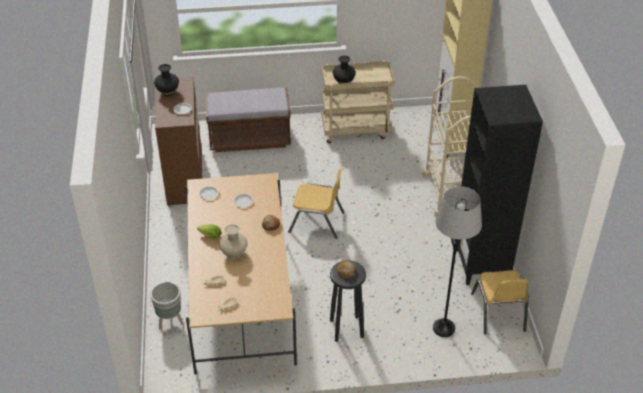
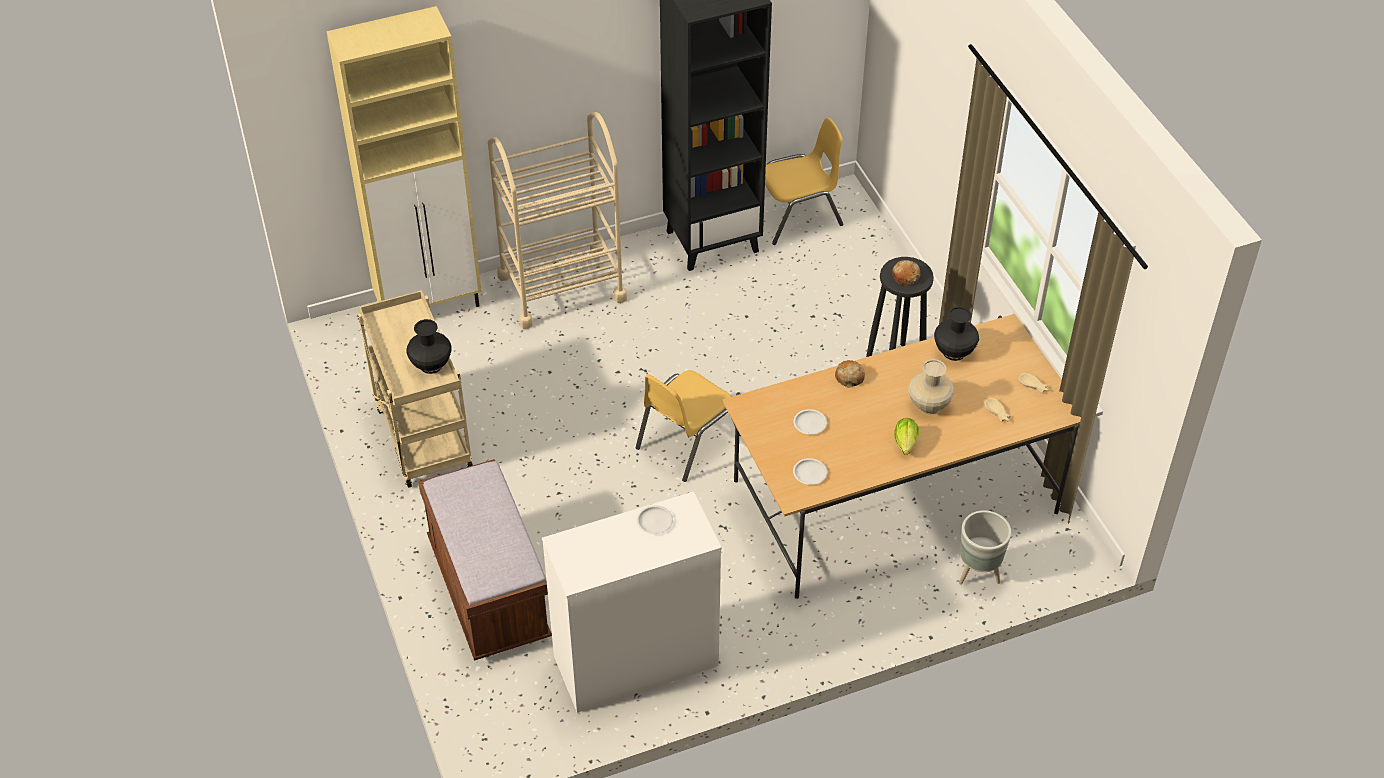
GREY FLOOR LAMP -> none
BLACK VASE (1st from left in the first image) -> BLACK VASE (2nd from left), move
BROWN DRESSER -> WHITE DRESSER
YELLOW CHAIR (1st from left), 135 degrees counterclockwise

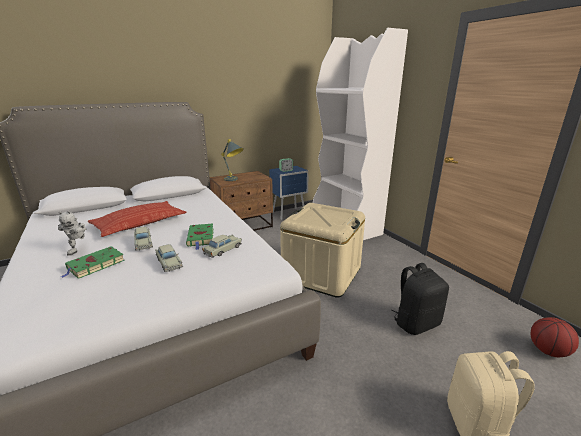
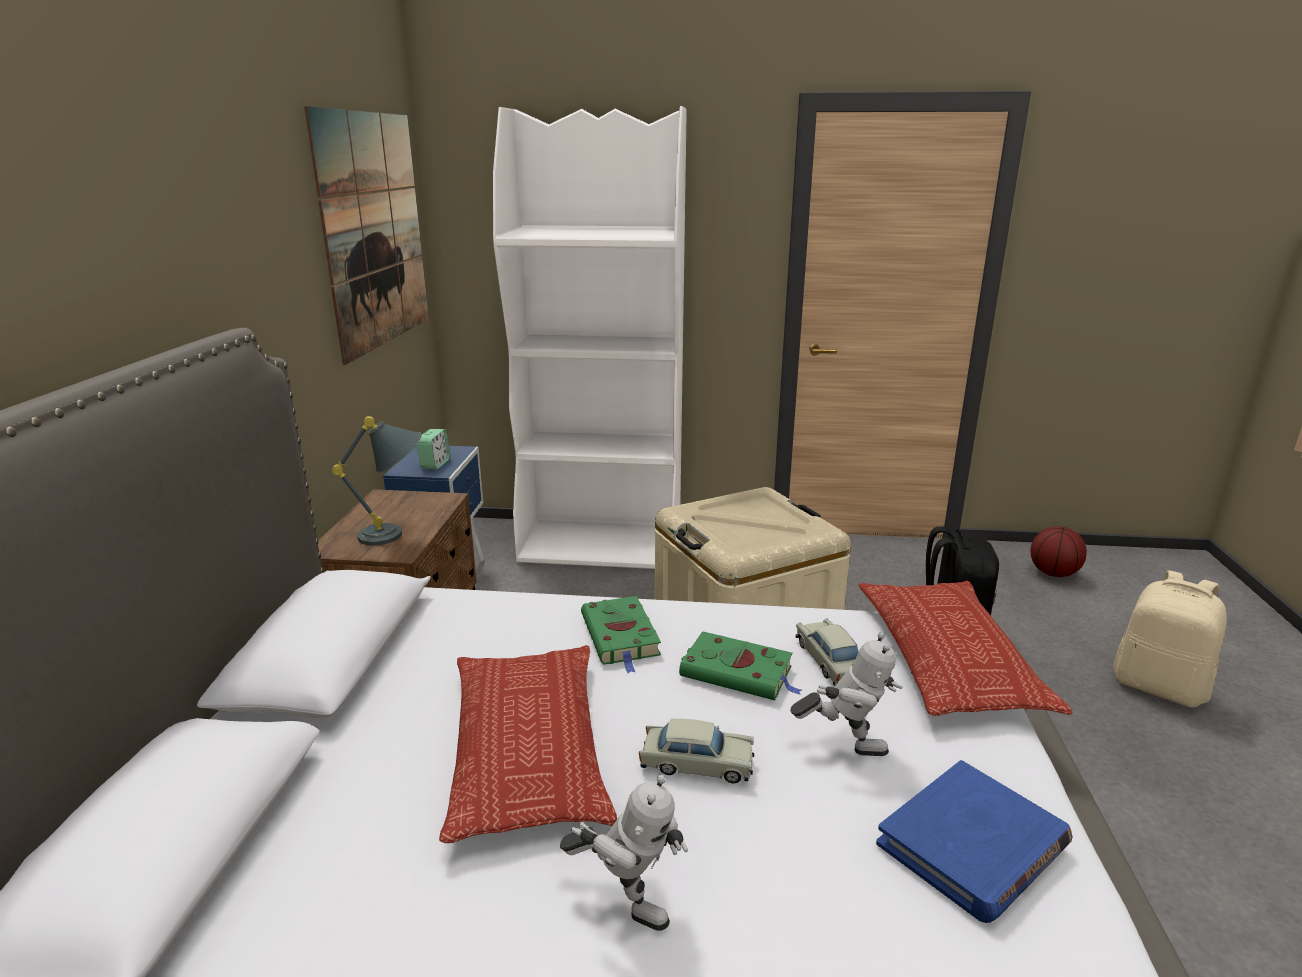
none -> PICTURE
none -> PILLOW (2nd from left)
none -> BLUE BOOK
GREEN BOOK (1st from left), move
BEIGE TOY CAR (2nd from left) -> TOY ROBOT (2nd from left)

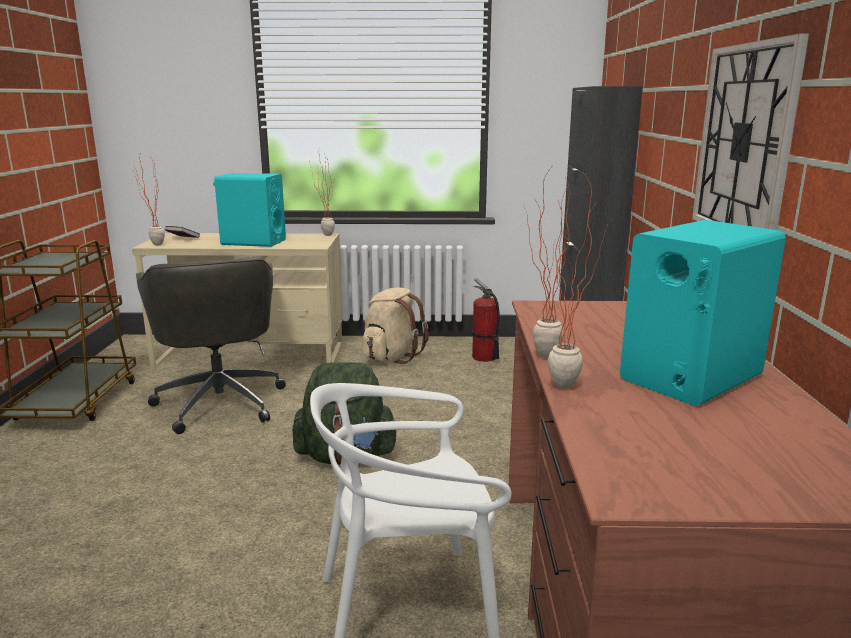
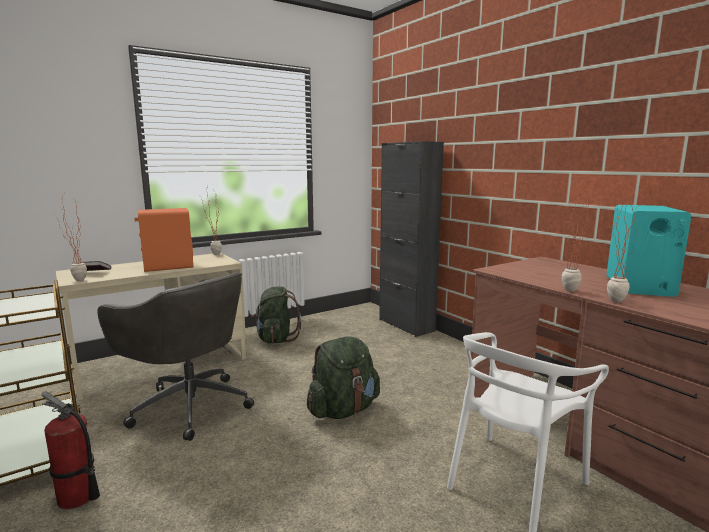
WALL CLOCK -> none
FIRE EXTINGUISHER, move
TURQUOISE SPEAKER (1st from left) -> ORANGE SPEAKER
BEIGE BACKPACK -> GREEN BACKPACK (1st from left)

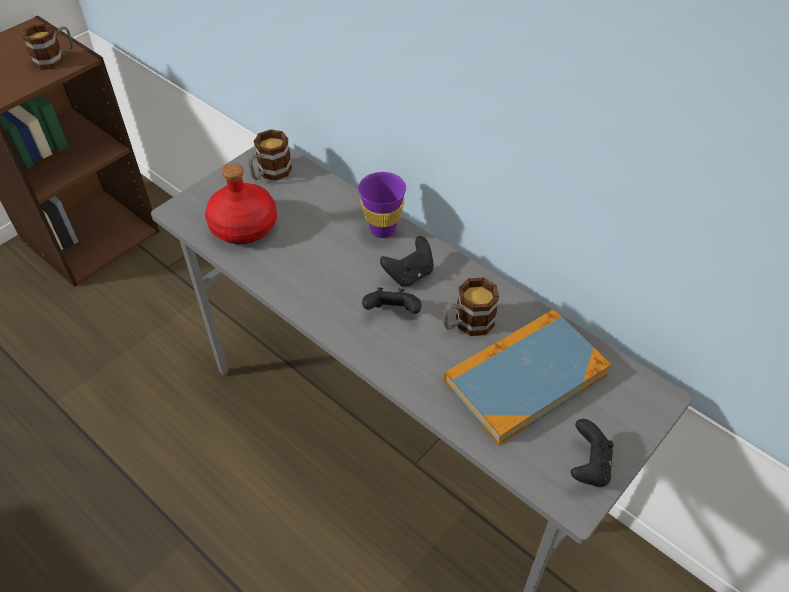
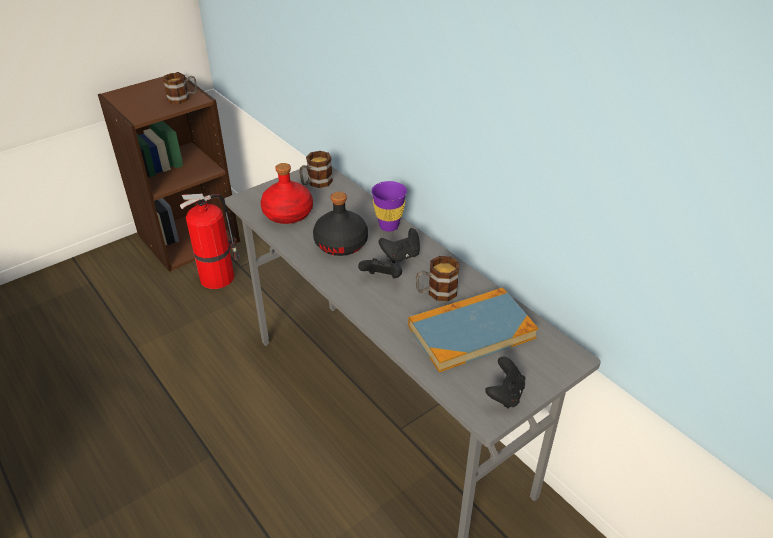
none -> FIRE EXTINGUISHER
none -> BLACK BOTTLE

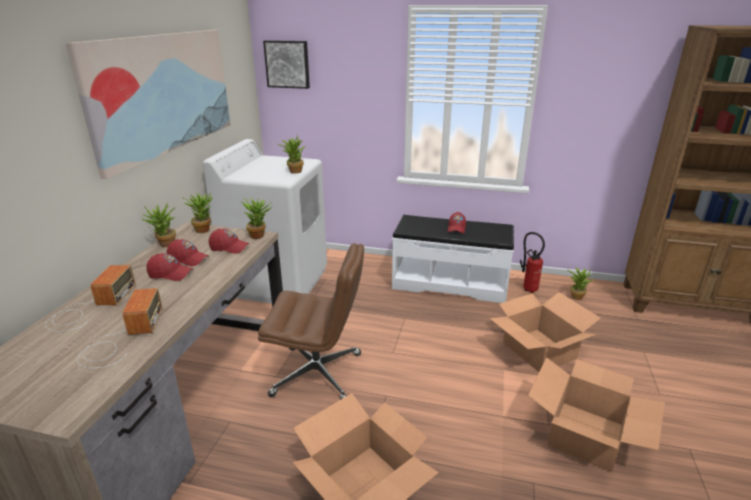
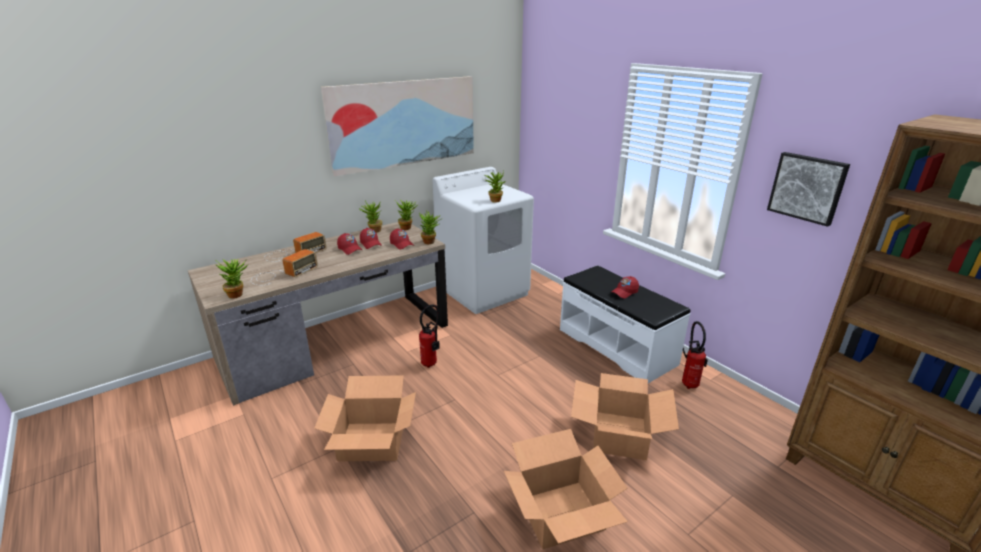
PICTURE (2nd from left), move
POTTED PLANT (5th from left in the first image) -> POTTED PLANT (1st from left), move
BROWN OFFICE CHAIR -> FIRE EXTINGUISHER (1st from left)

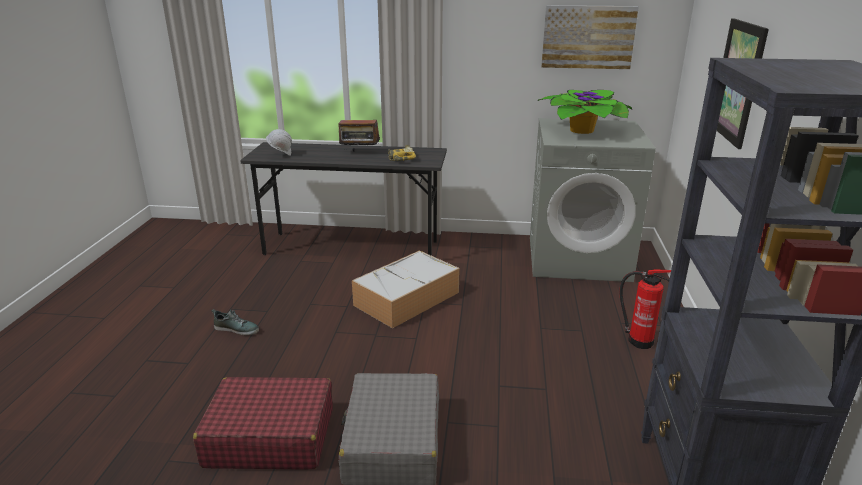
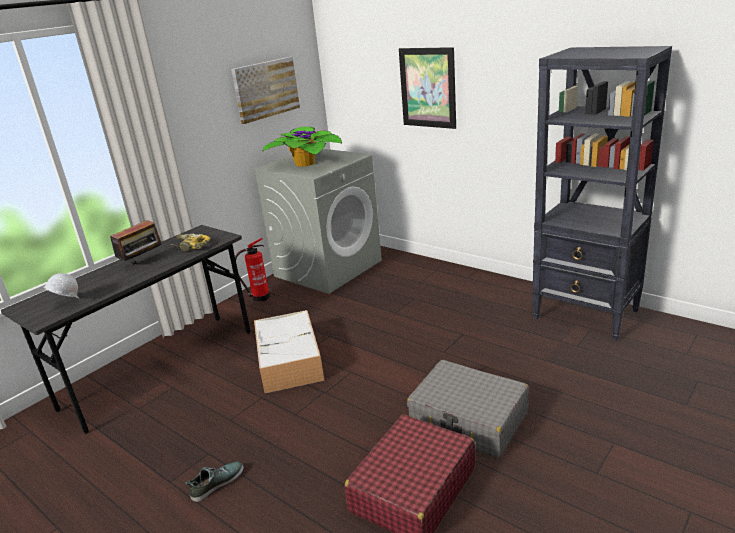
FIRE EXTINGUISHER, move

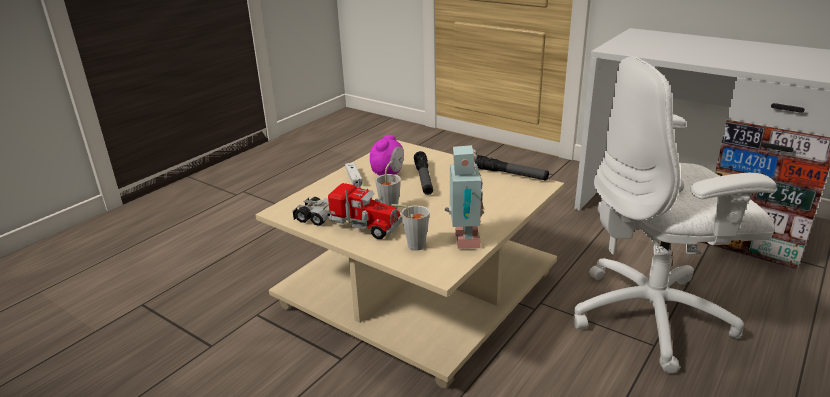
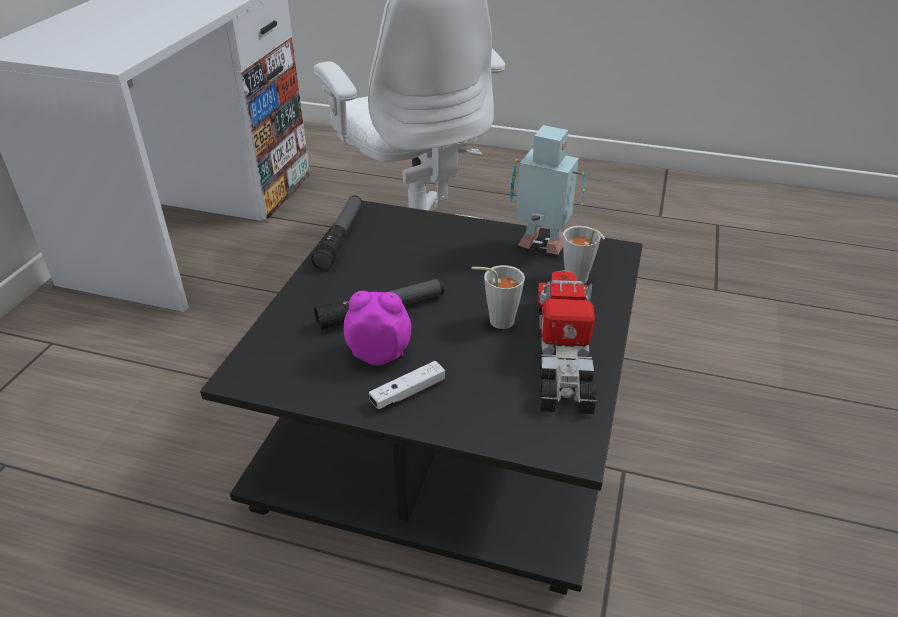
BEIGE COFFEE TABLE -> BLACK COFFEE TABLE
TOY ROBOT, 45 degrees clockwise

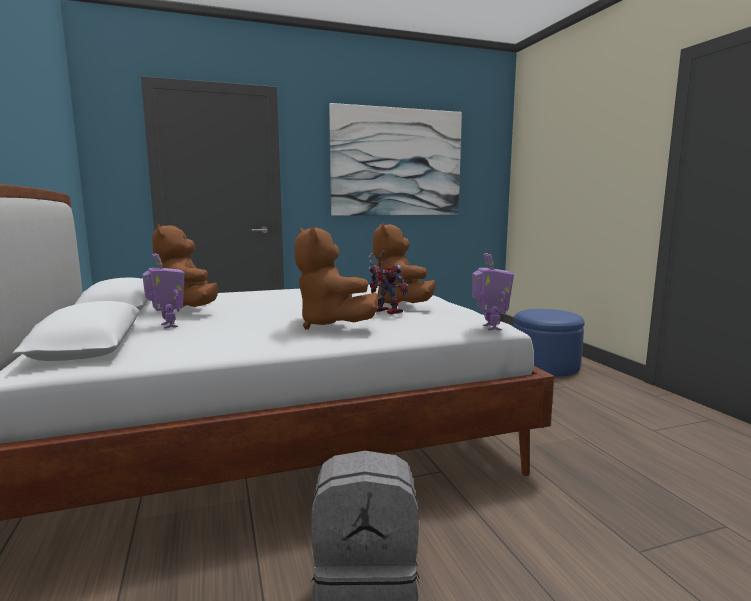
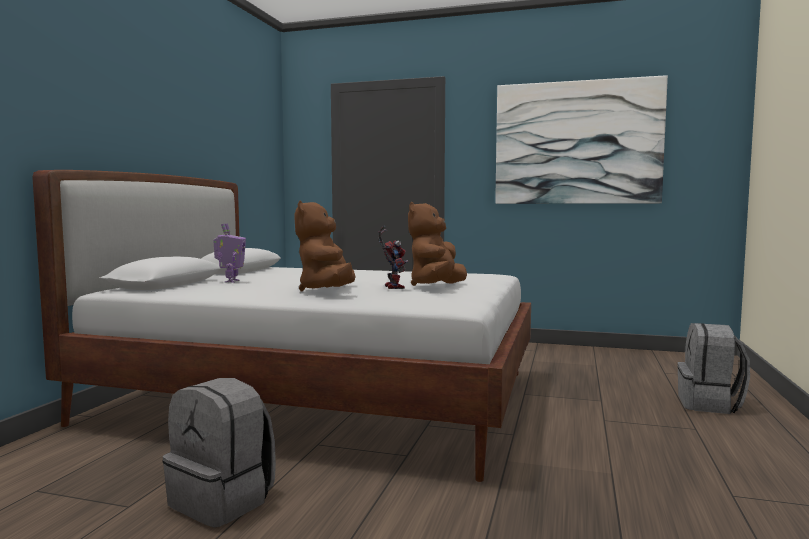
BROWN PLUSH TOY (1st from left) -> none
TOY ROBOT (3rd from left) -> none
BLUE OTTOMAN -> GREY BACKPACK (2nd from left)

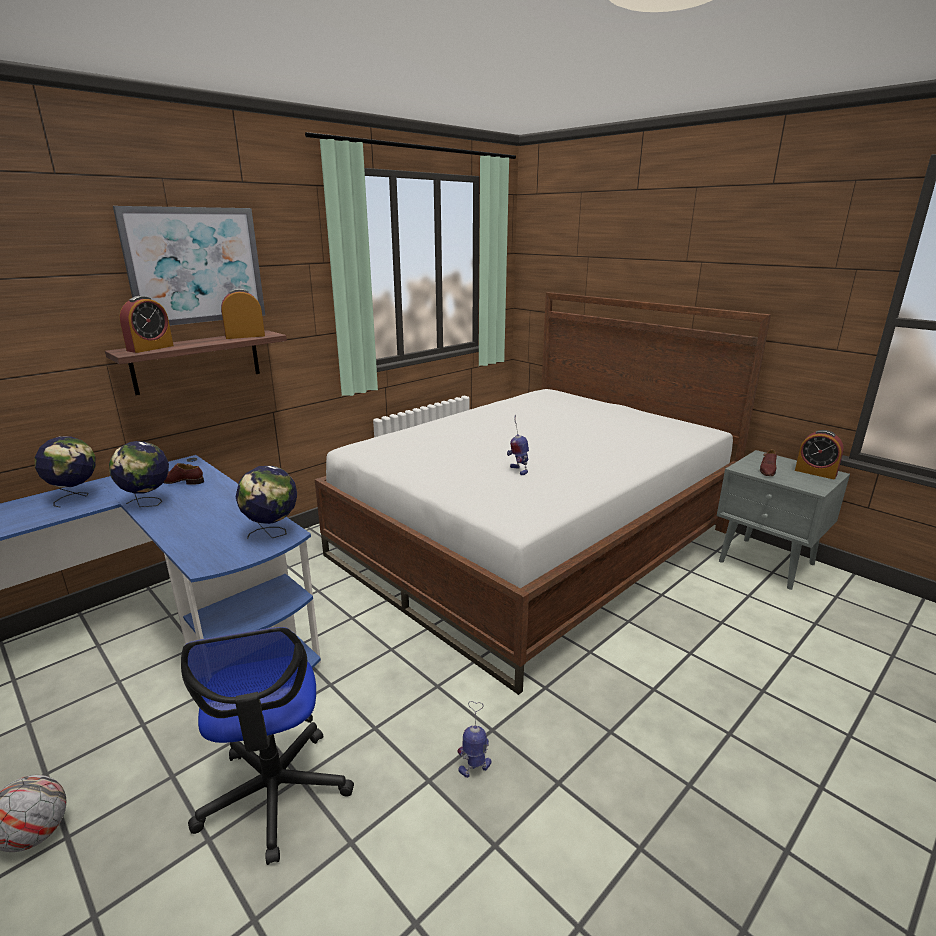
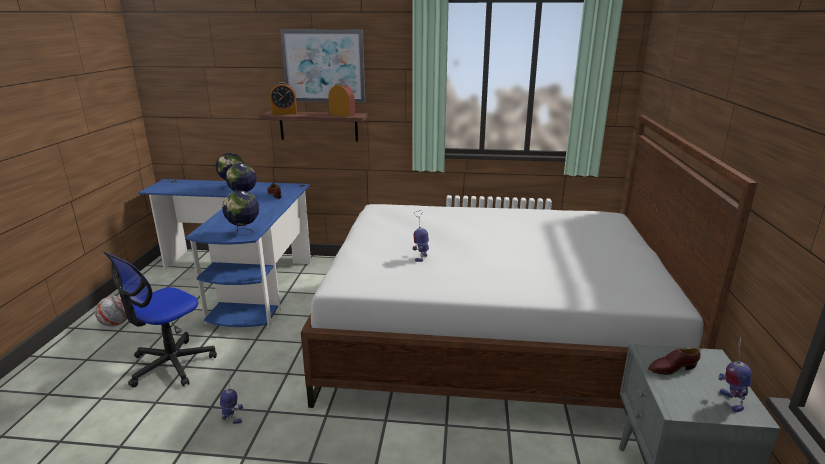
ALARM CLOCK (3rd from left) -> TOY ROBOT (3rd from left)

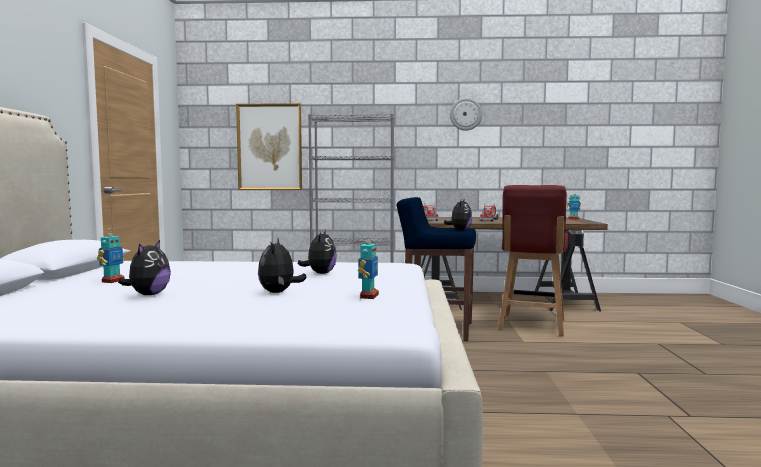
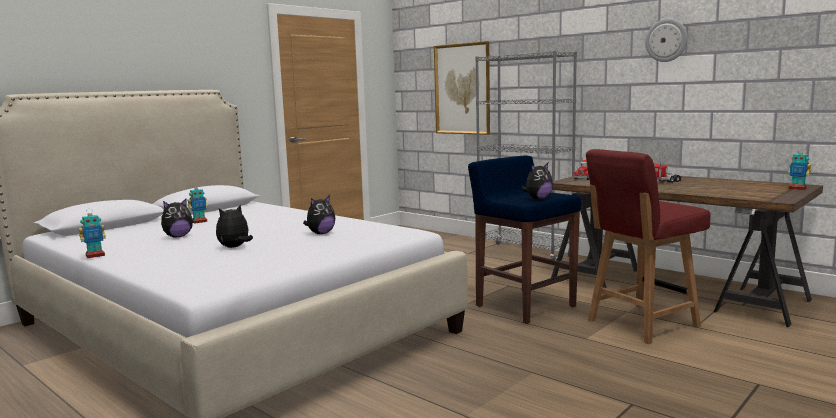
TOY ROBOT (2nd from left in the first image) -> TOY ROBOT (1st from left), move

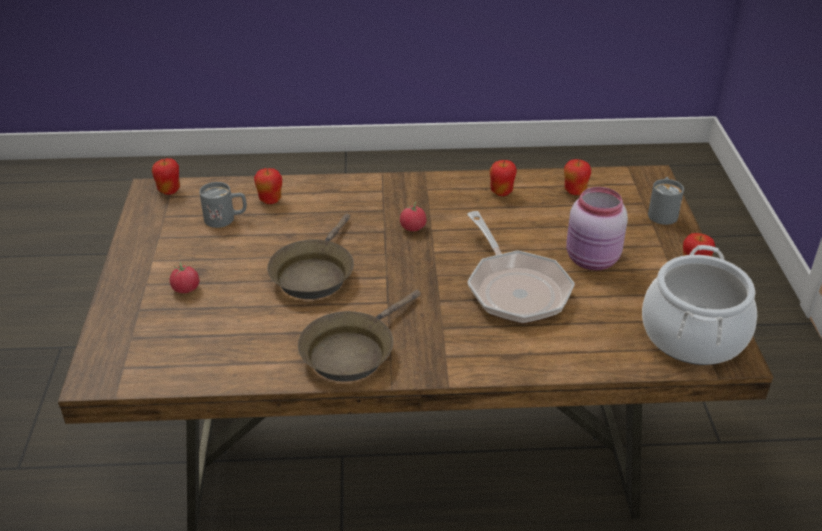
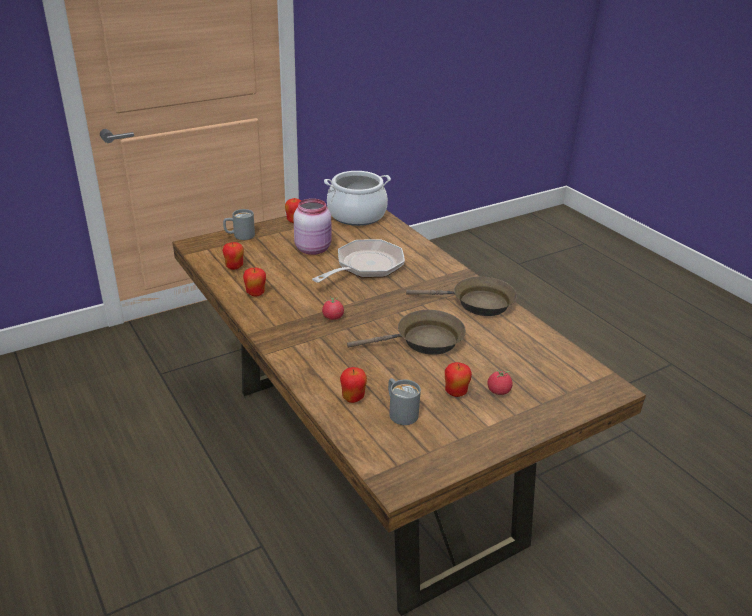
APPLE (1st from left in the first image) -> APPLE (5th from left), move

